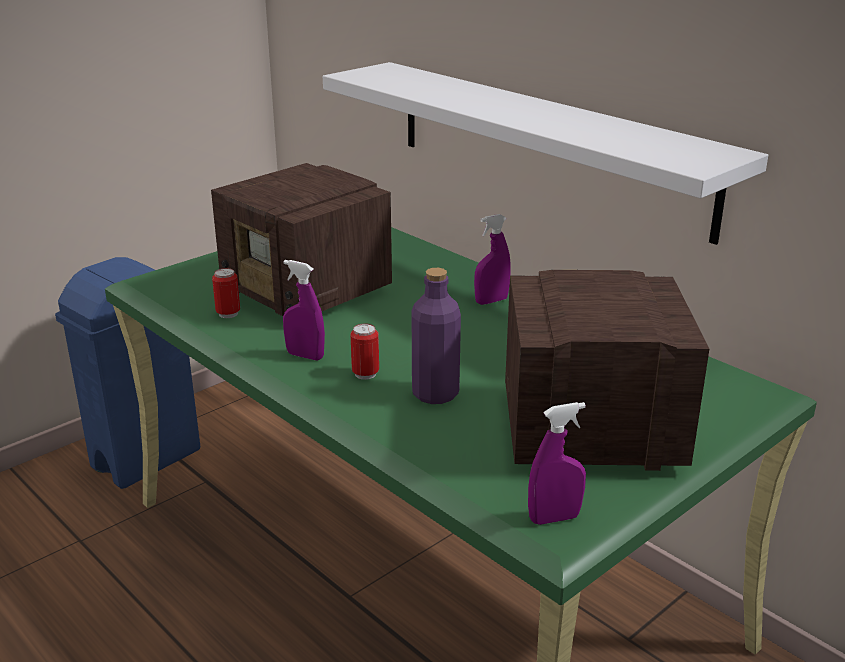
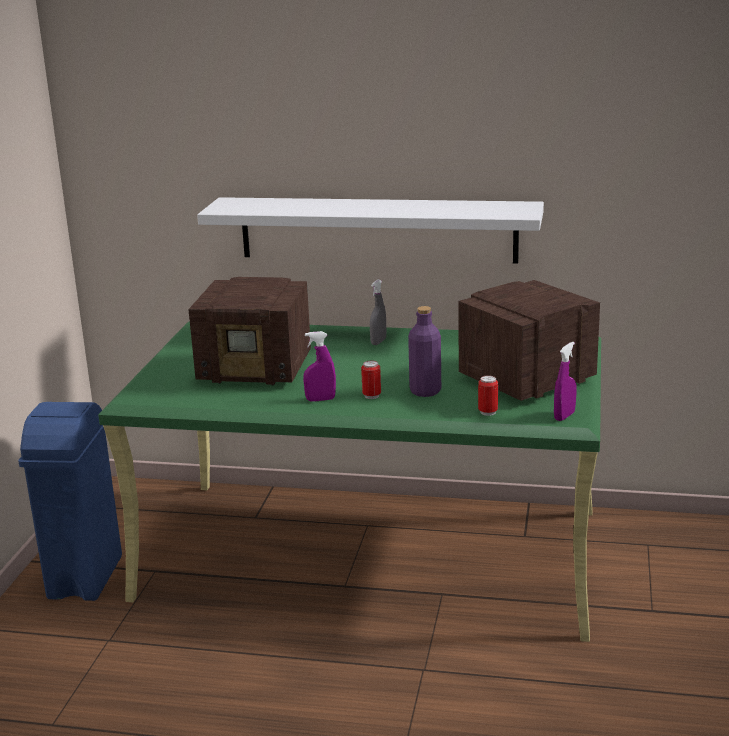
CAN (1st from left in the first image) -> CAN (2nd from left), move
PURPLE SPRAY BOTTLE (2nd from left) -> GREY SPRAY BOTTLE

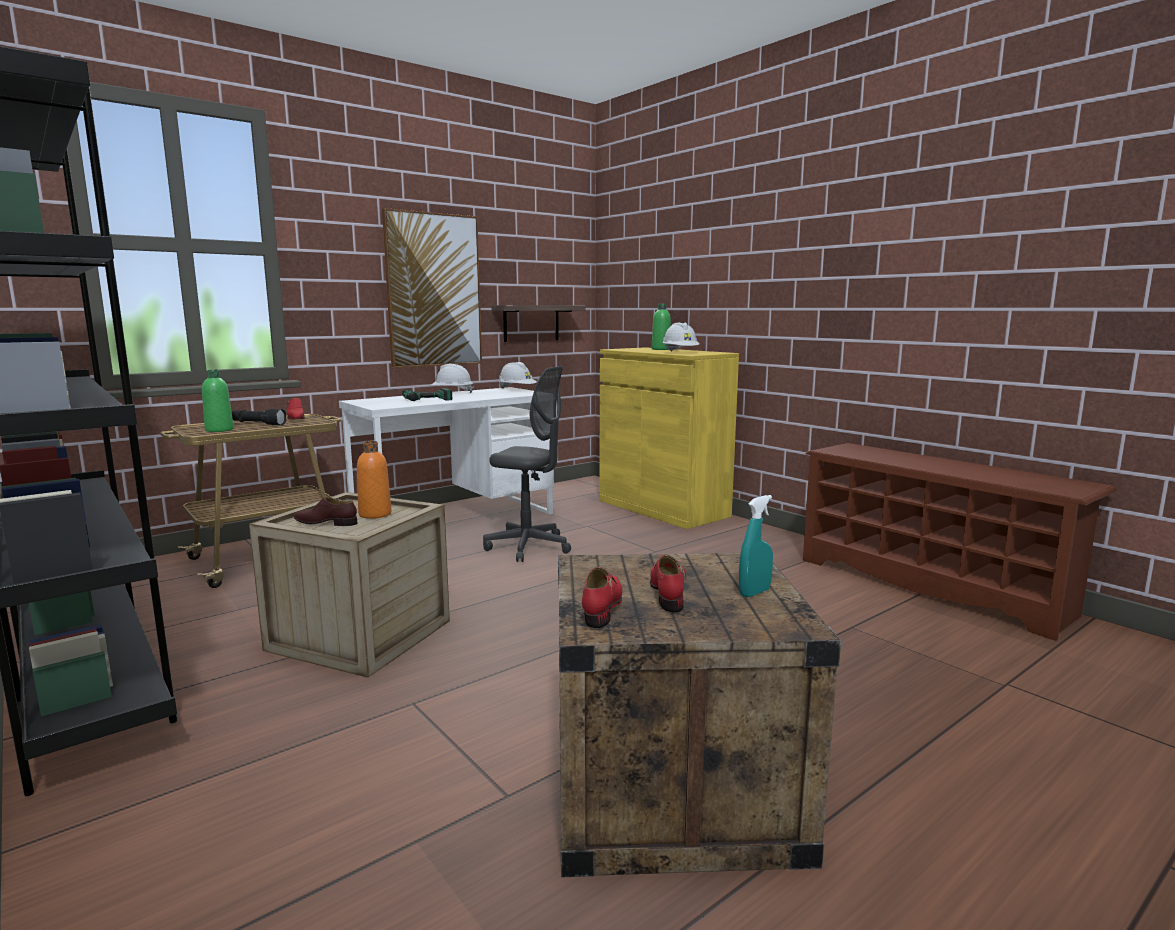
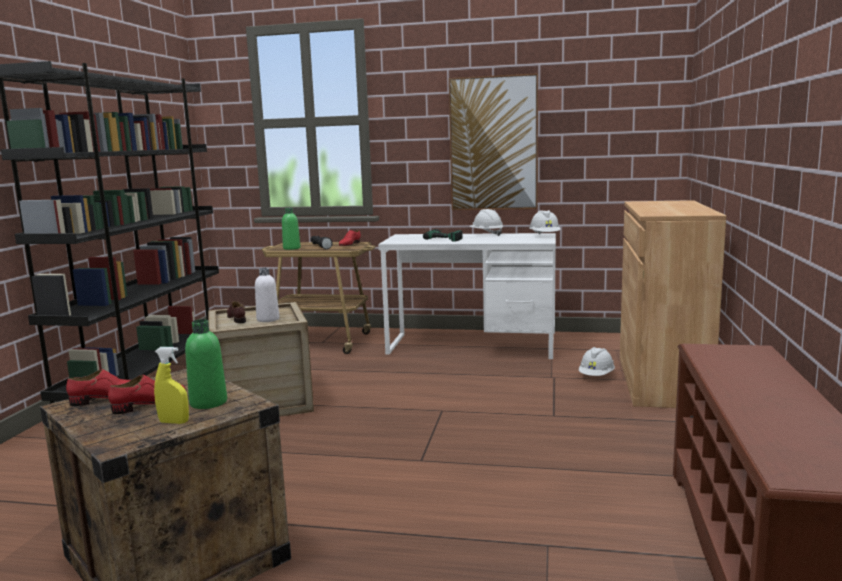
GREY OFFICE CHAIR -> none
SHELF -> none
GREEN BOTTLE (2nd from left in the first image) -> GREEN BOTTLE (1st from left), move
WHITE HARD HAT (3rd from left), move
ORANGE BOTTLE -> WHITE BOTTLE
YELLOW CABINET -> BROWN CABINET
TURQUOISE SPRAY BOTTLE -> YELLOW SPRAY BOTTLE

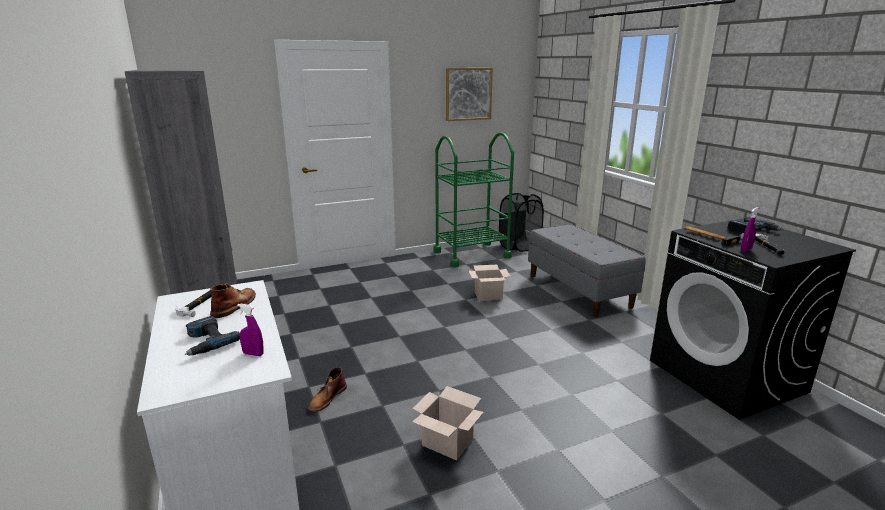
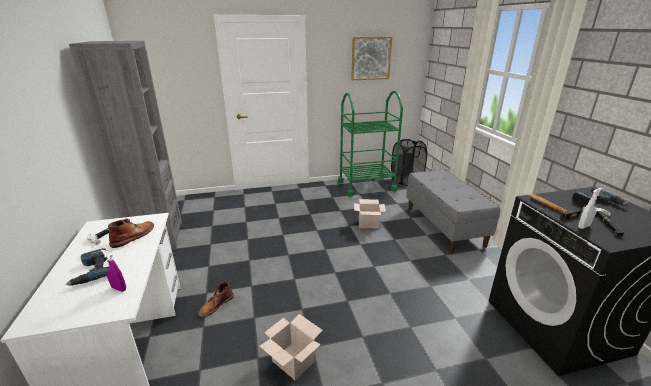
PURPLE SPRAY BOTTLE (2nd from left) -> WHITE SPRAY BOTTLE

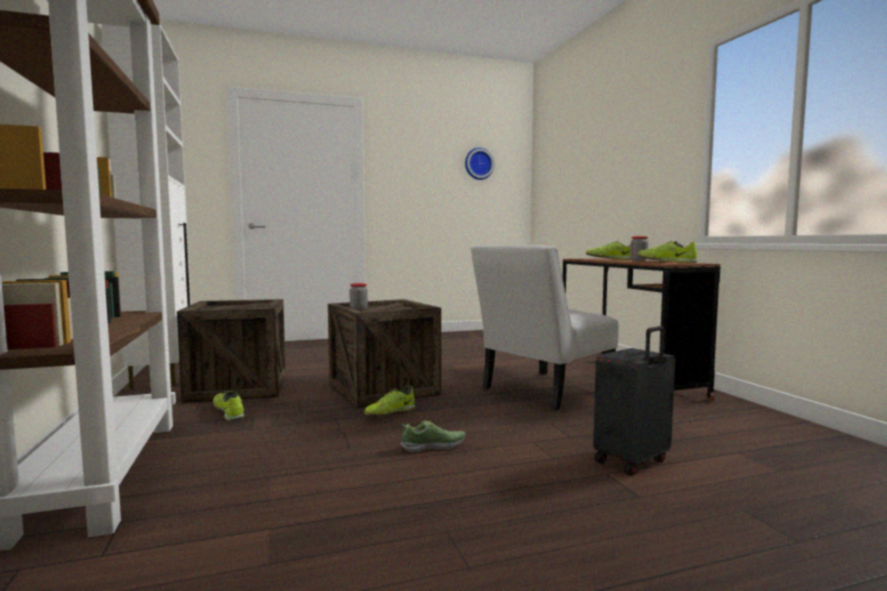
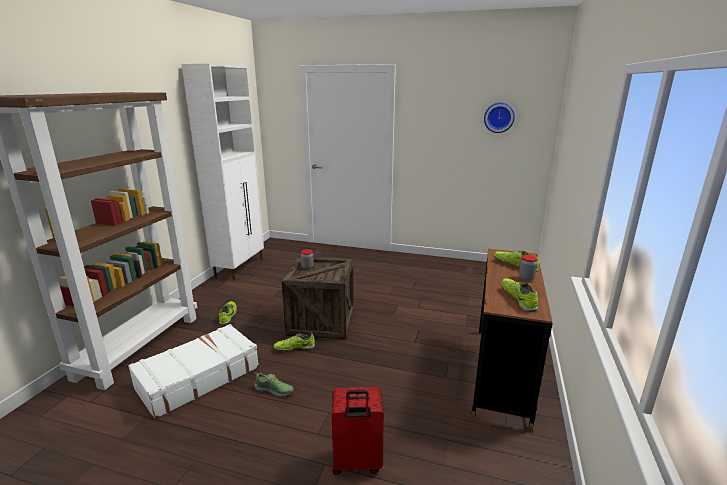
CRATE (1st from left) -> none
WHITE CHAIR -> none
none -> WHITE SUITCASE
BLACK SUITCASE -> RED SUITCASE

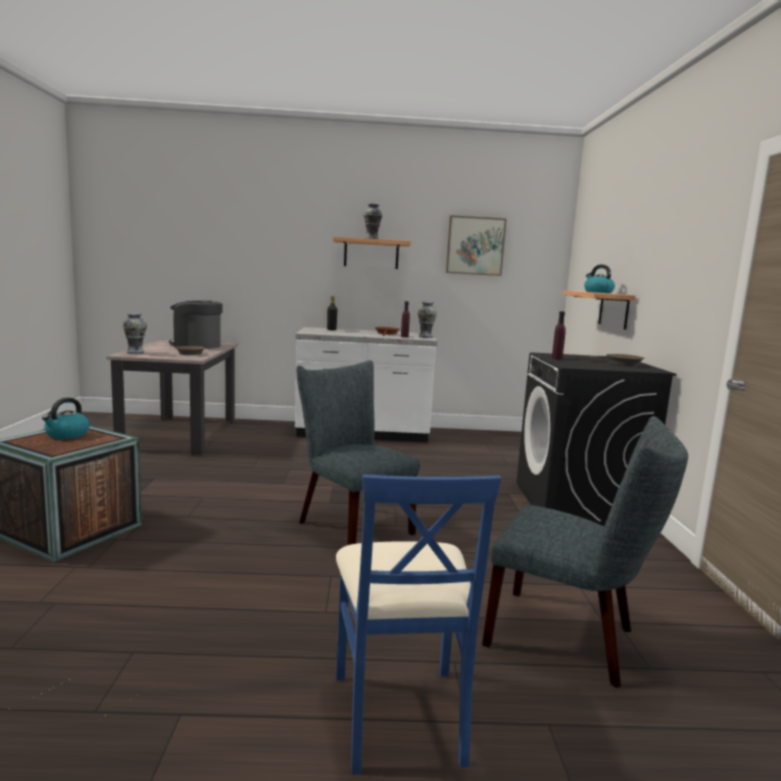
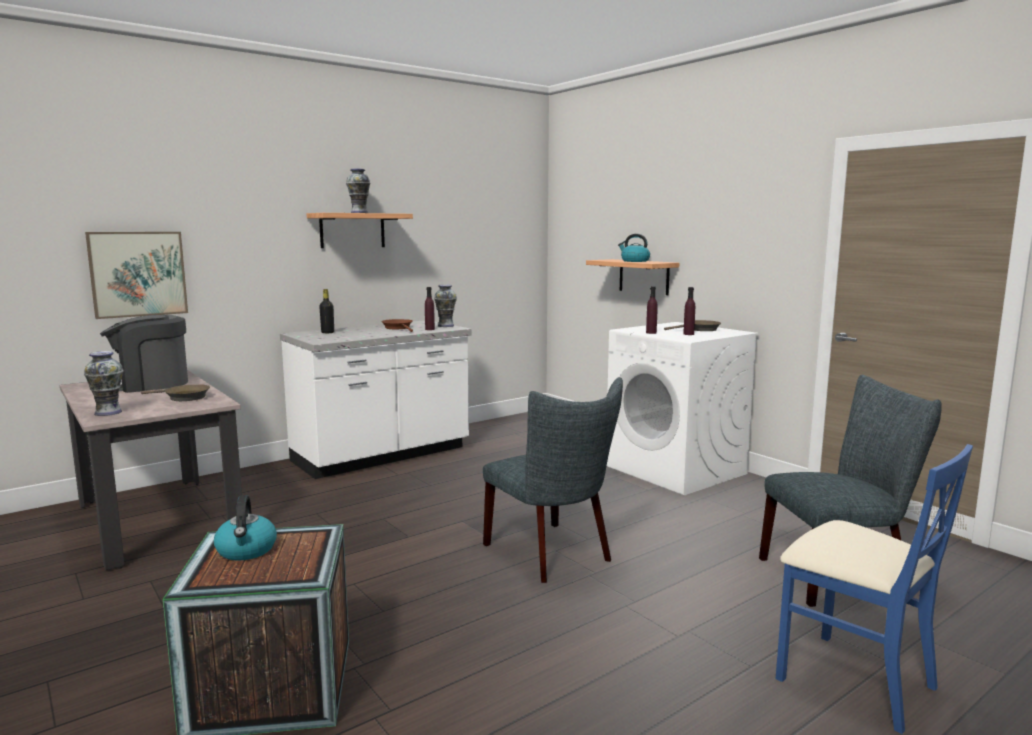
none -> PURPLE BOTTLE (3rd from left)
PICTURE, move
BLACK WASHING MACHINE -> WHITE WASHING MACHINE
GREY CHAIR (1st from left), 135 degrees counterclockwise

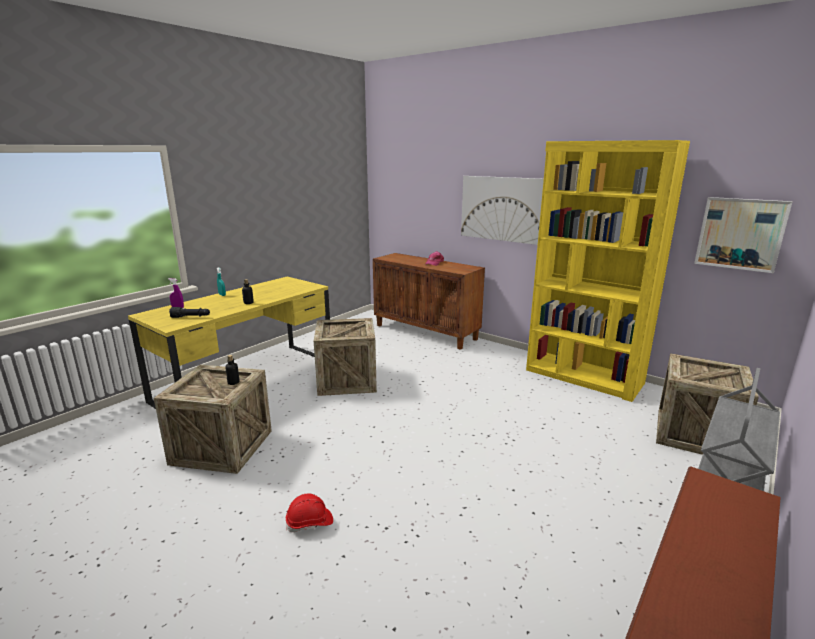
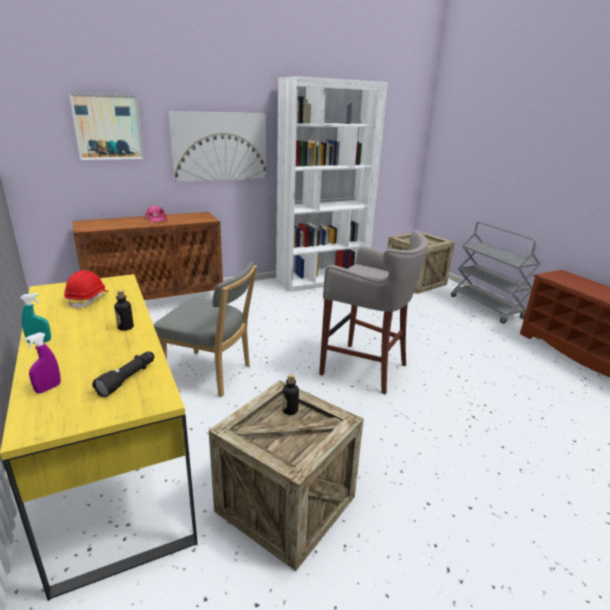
none -> GREY STOOL
RED HARD HAT, move
PICTURE (2nd from left in the first image) -> PICTURE (1st from left), move
CRATE (2nd from left) -> GREY CHAIR
YELLOW BOOKCASE -> WHITE BOOKCASE

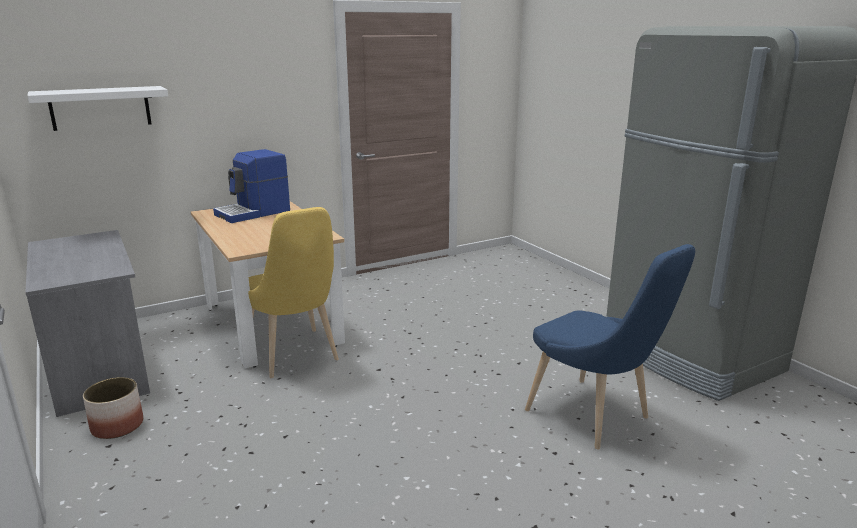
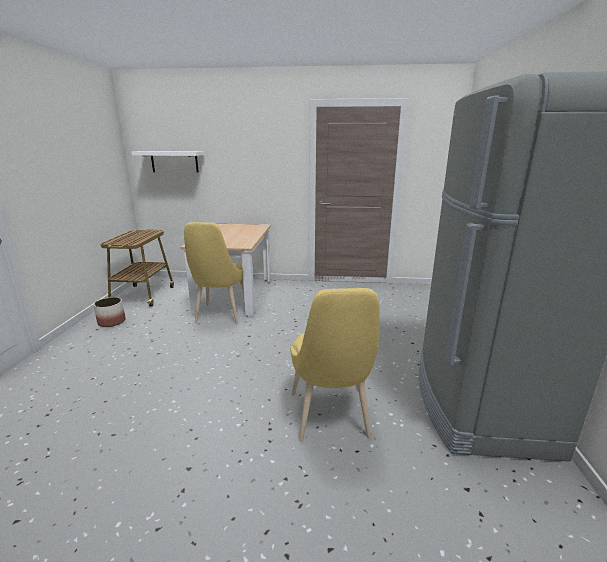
COFFEE MACHINE -> none
GREY DESK -> CART
BLUE CHAIR -> YELLOW CHAIR (2nd from left)

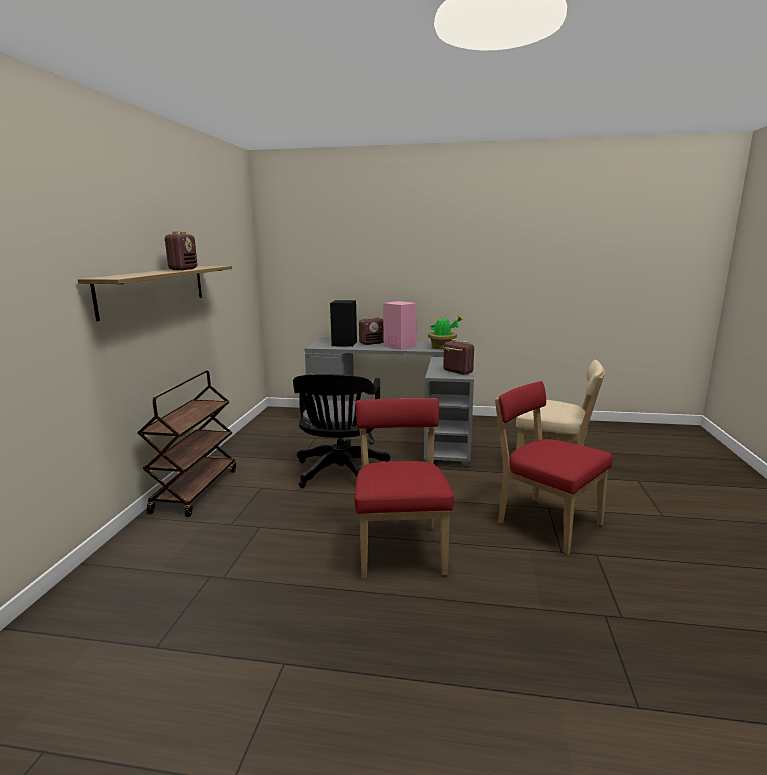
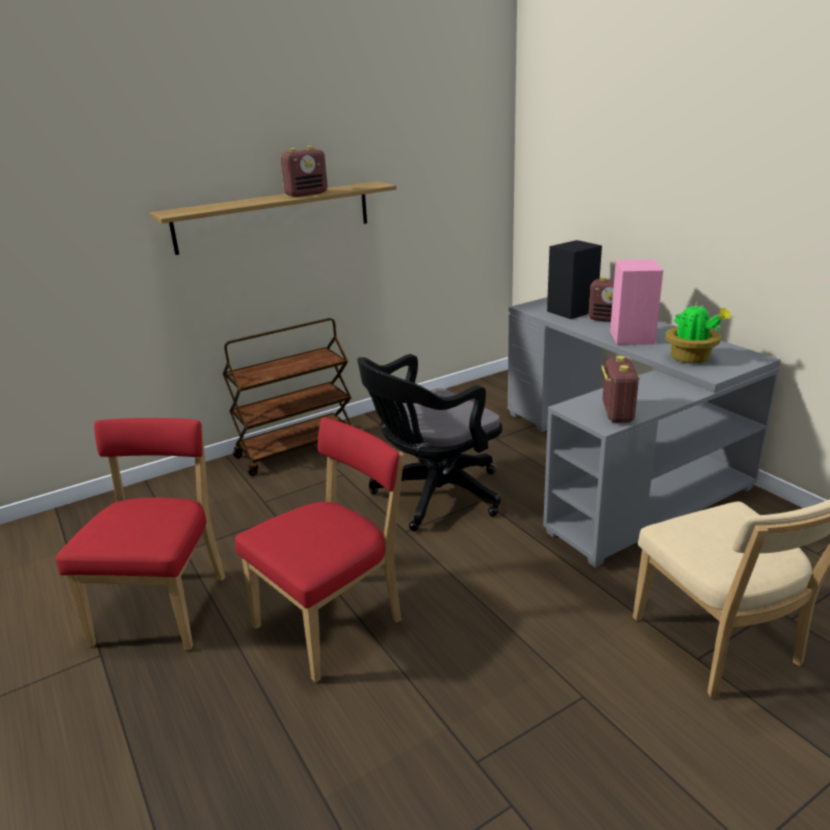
RED CHAIR (2nd from left in the first image) -> RED CHAIR (1st from left), move

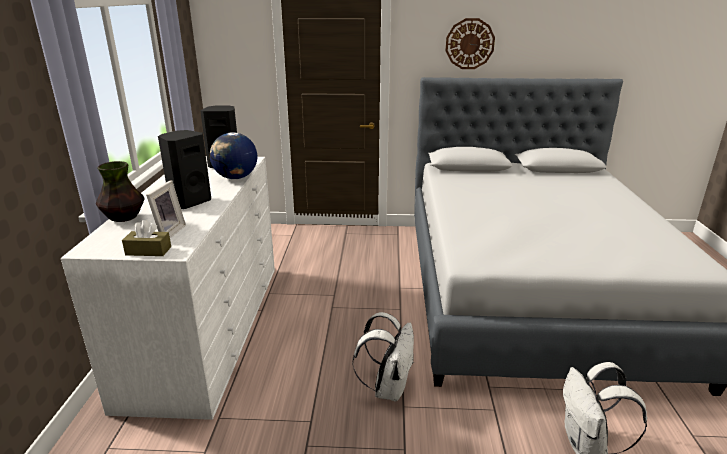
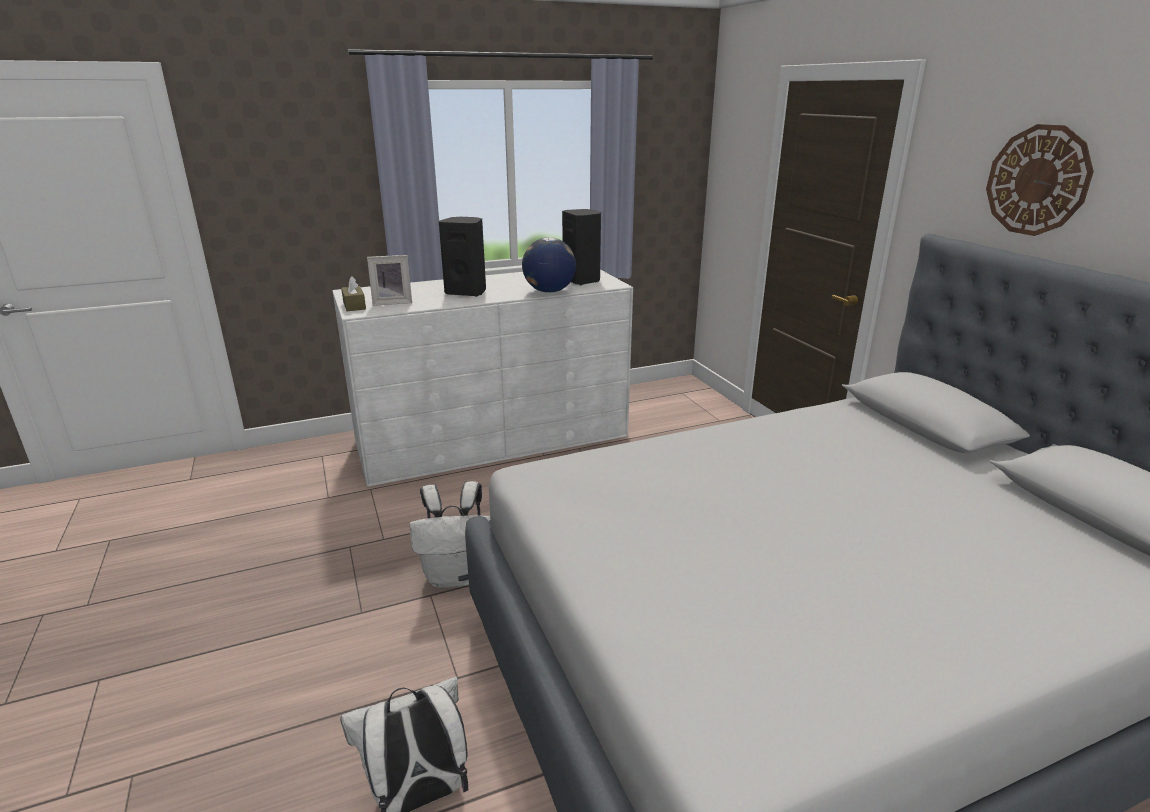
VASE -> none

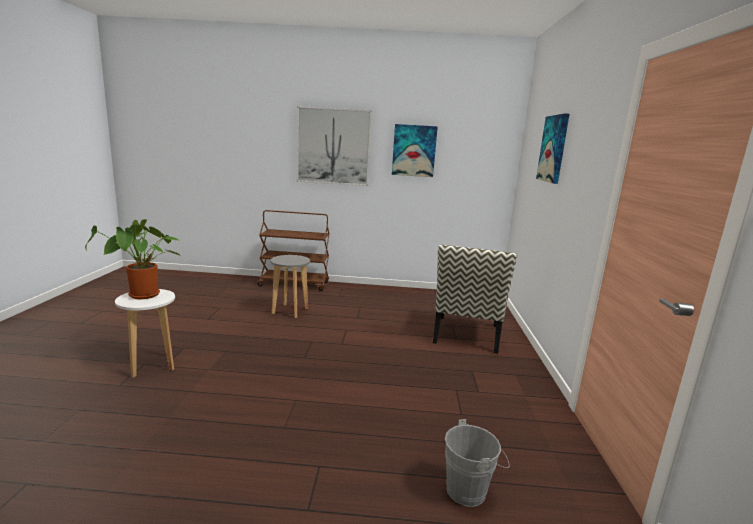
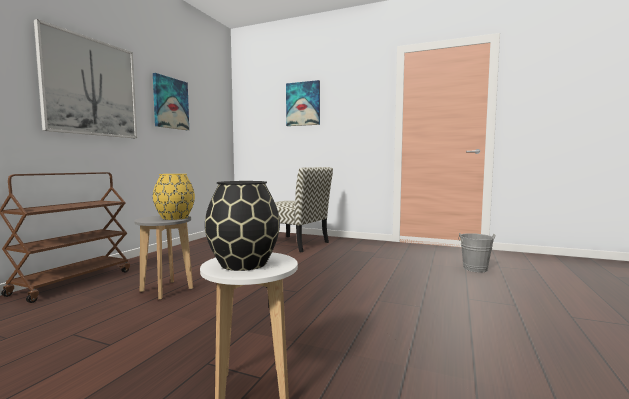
none -> YELLOW VASE
POTTED PLANT -> BLACK VASE

